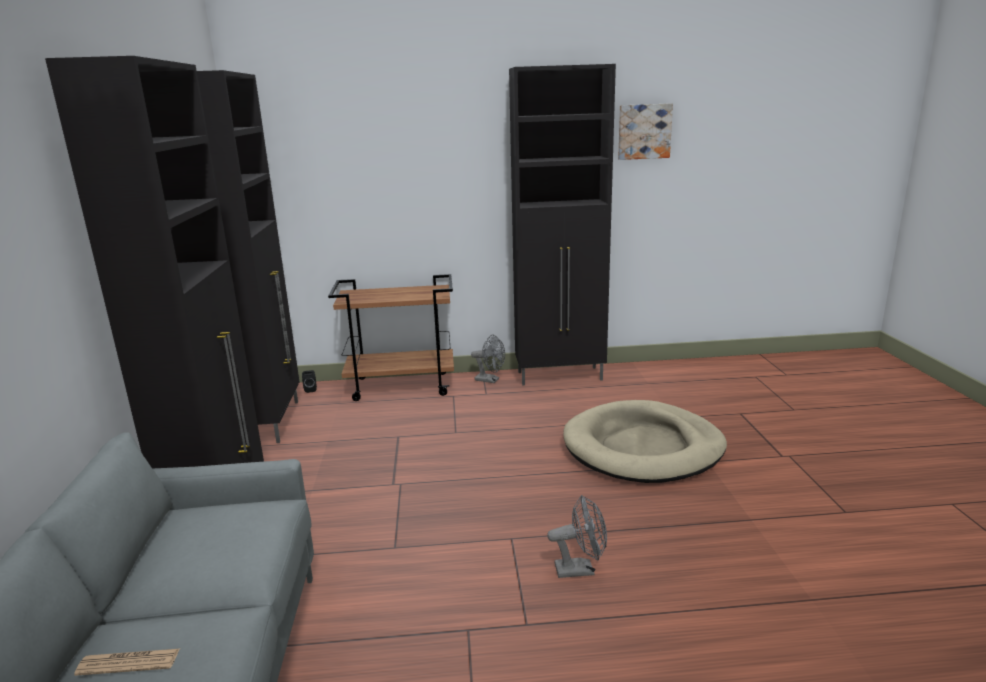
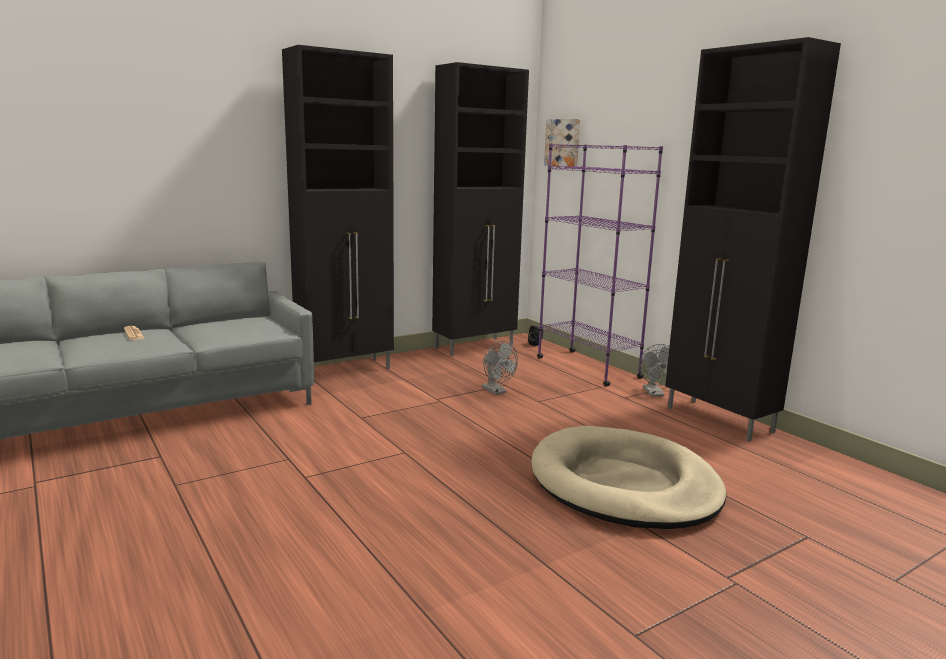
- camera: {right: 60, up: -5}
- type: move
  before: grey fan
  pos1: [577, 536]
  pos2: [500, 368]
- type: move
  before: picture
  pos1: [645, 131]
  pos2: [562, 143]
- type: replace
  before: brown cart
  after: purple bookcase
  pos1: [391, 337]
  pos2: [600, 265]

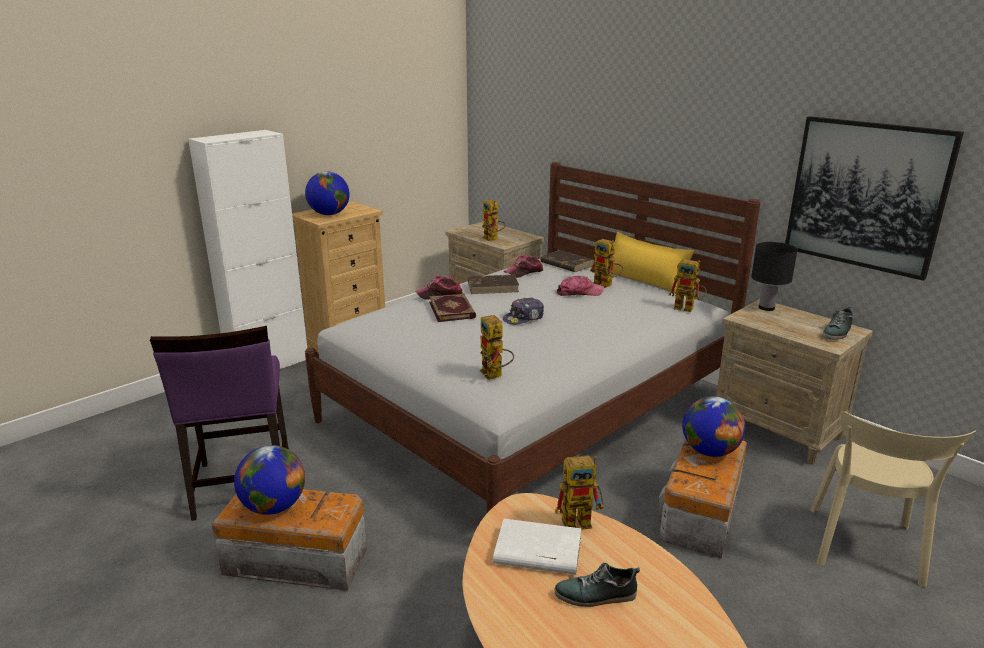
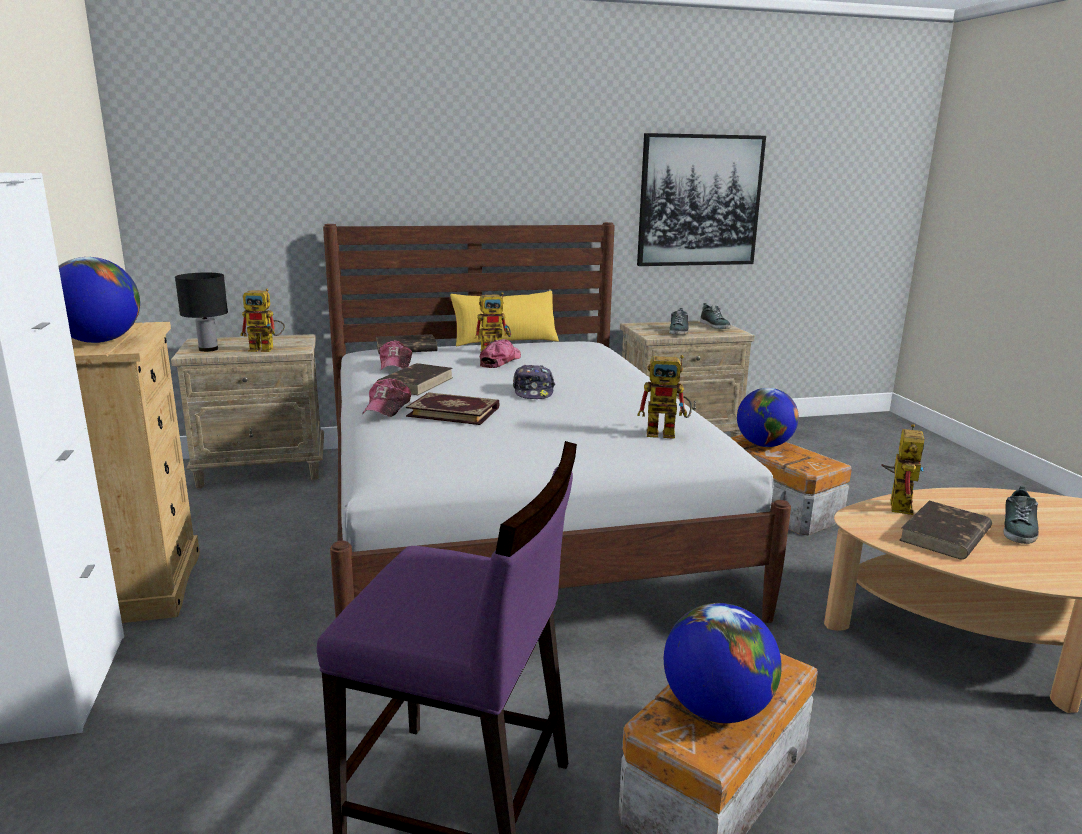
- camera: {right: -60, up: -5}
- type: delete
  before: toy robot
  pos1: [688, 285]
- type: delete
  before: beige chair
  pos1: [893, 499]
- type: insert
  after: shoe
  pos2: [678, 321]
- type: move
  before: black table lamp
  pos1: [774, 276]
  pos2: [201, 312]
- type: recolor
  before: white book
  after: brown book
  pos1: [537, 547]
  pos2: [945, 530]

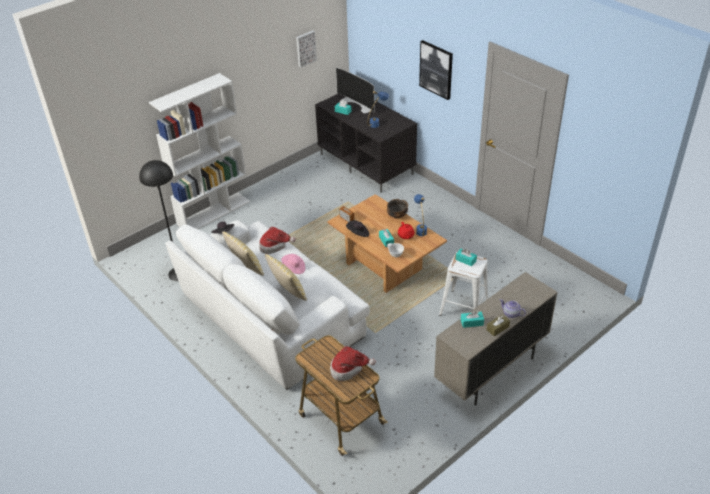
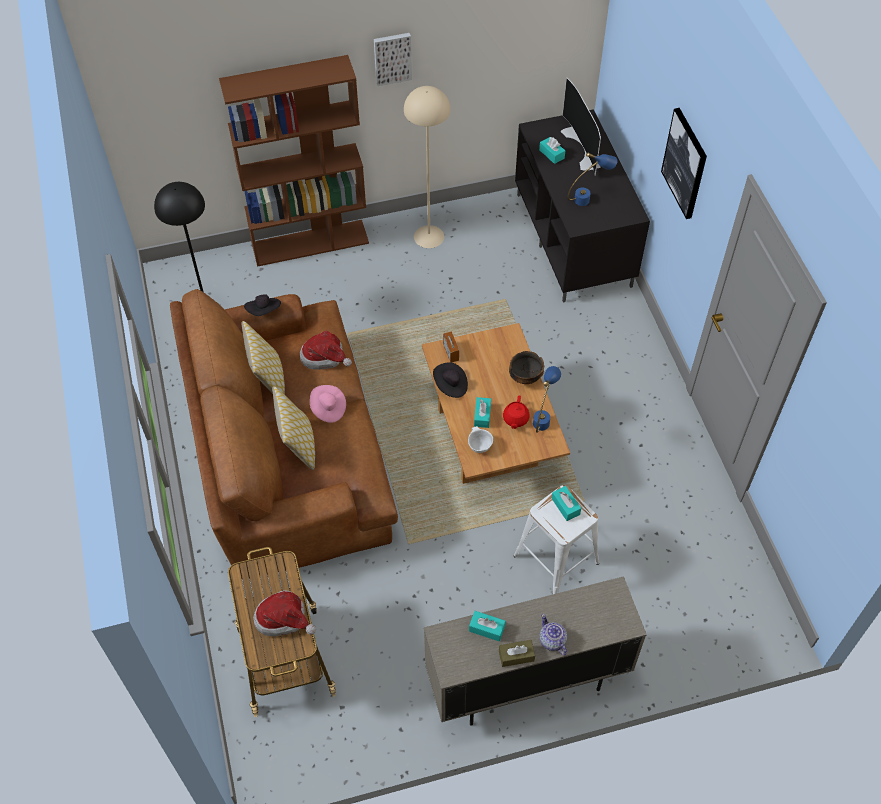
- camera: {right: 25, up: 15}
- type: insert
  after: beige floor lamp
  pos2: [427, 167]
- type: move
  before: picture
  pos1: [306, 49]
  pos2: [393, 59]
- type: recolor
  before: white bookcase
  after: brown bookcase
  pos1: [199, 151]
  pos2: [294, 161]
- type: recolor
  before: white sofa
  after: brown sofa
  pos1: [267, 305]
  pos2: [284, 434]

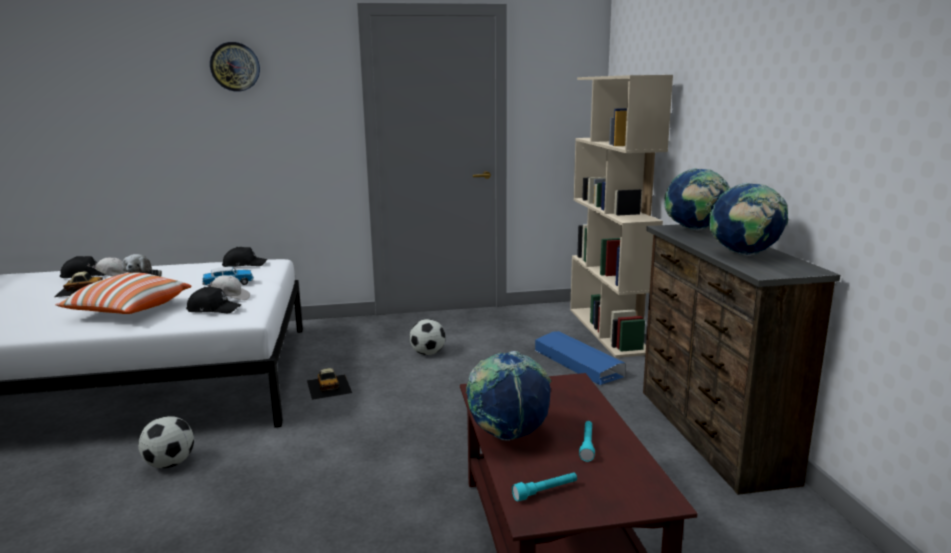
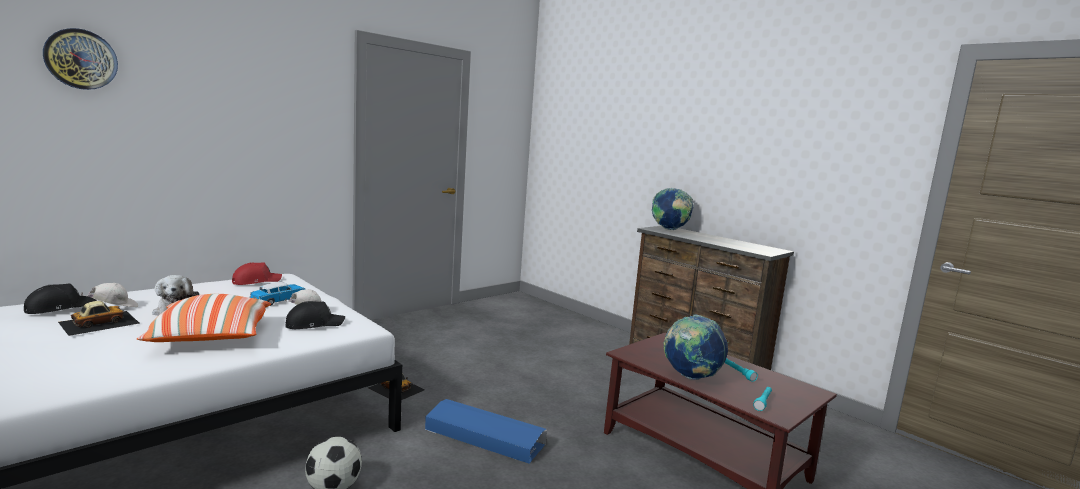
- camera: {right: -35, up: -5}
- type: delete
  before: football
  pos1: [427, 337]
- type: delete
  before: beige bookcase
  pos1: [621, 216]
- type: delete
  before: globe
  pos1: [748, 219]
- type: move
  before: wall clock
  pos1: [235, 67]
  pos2: [80, 59]
- type: move
  before: blue storage box
  pos1: [580, 358]
  pos2: [486, 431]
- type: recolor
  before: black cap
  after: red cap
  pos1: [244, 257]
  pos2: [257, 274]

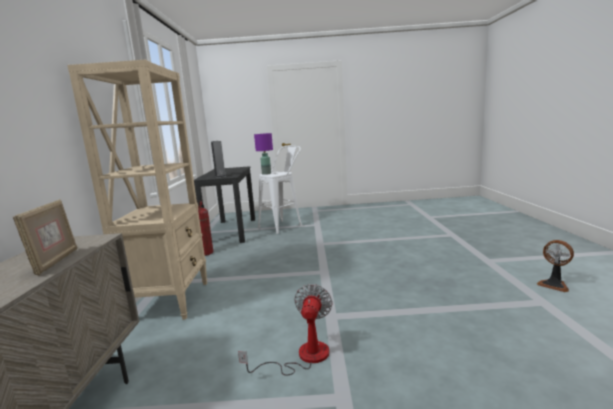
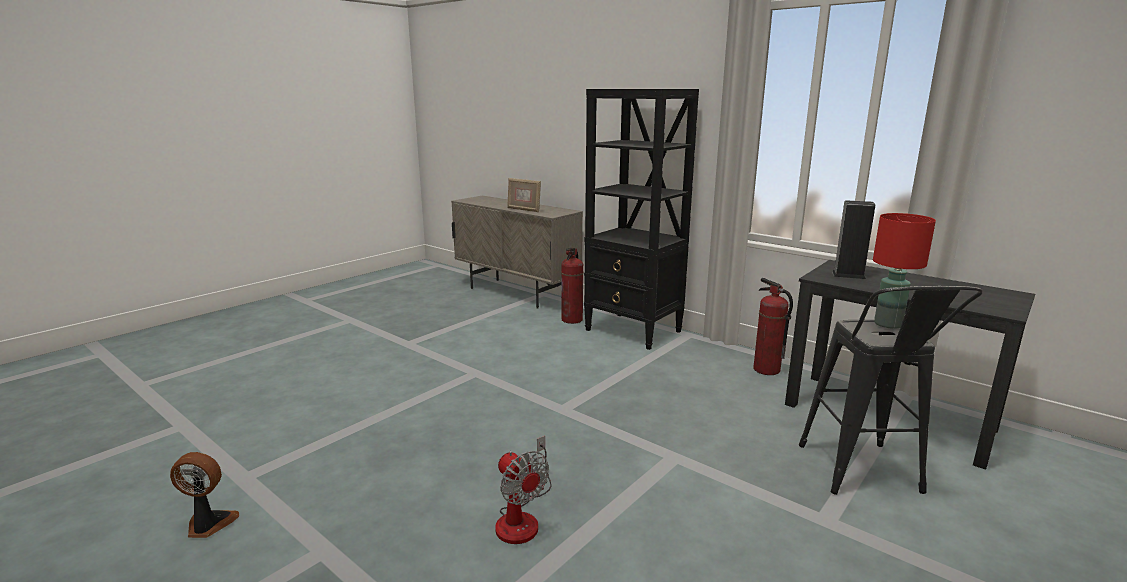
- camera: {right: 130, up: 5}
- type: insert
  after: fire extinguisher
  pos2: [572, 286]
- type: move
  before: fan
  pos1: [285, 330]
  pos2: [523, 490]
- type: recolor
  before: beige bookcase
  after: black bookcase
  pos1: [137, 190]
  pos2: [641, 219]
- type: recolor
  before: purple table lamp
  after: red table lamp
  pos1: [263, 154]
  pos2: [904, 271]
- type: recolor
  before: white stool
  after: black stool
  pos1: [280, 190]
  pos2: [891, 390]

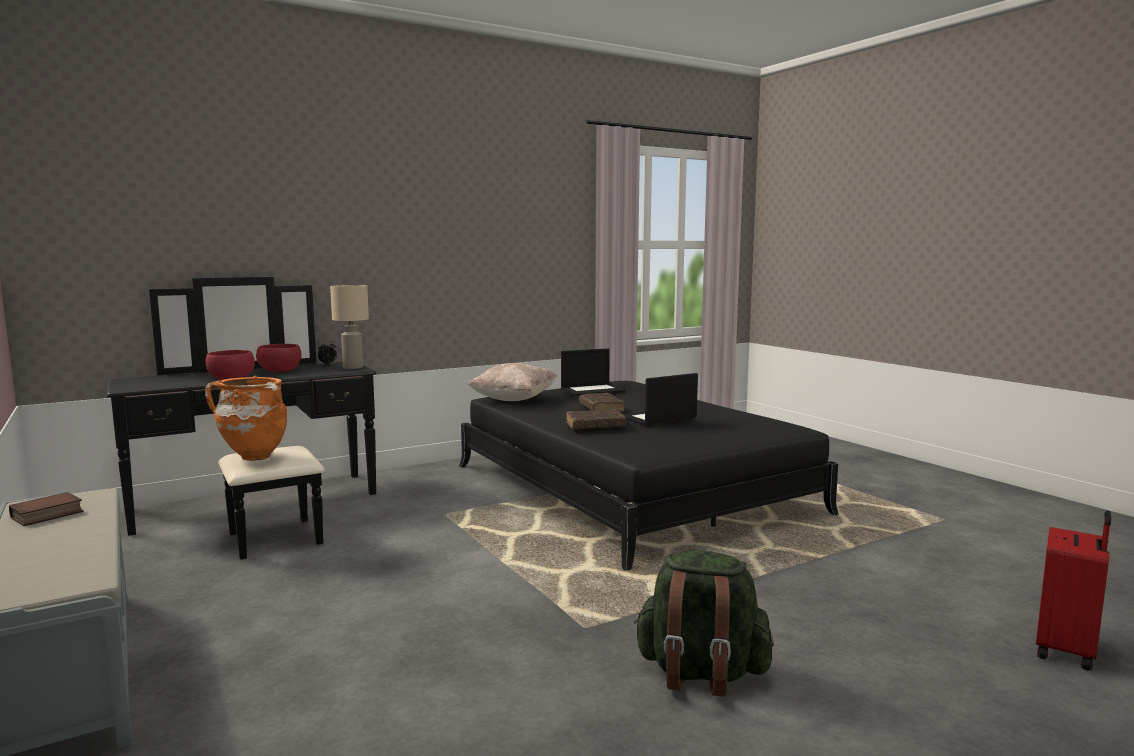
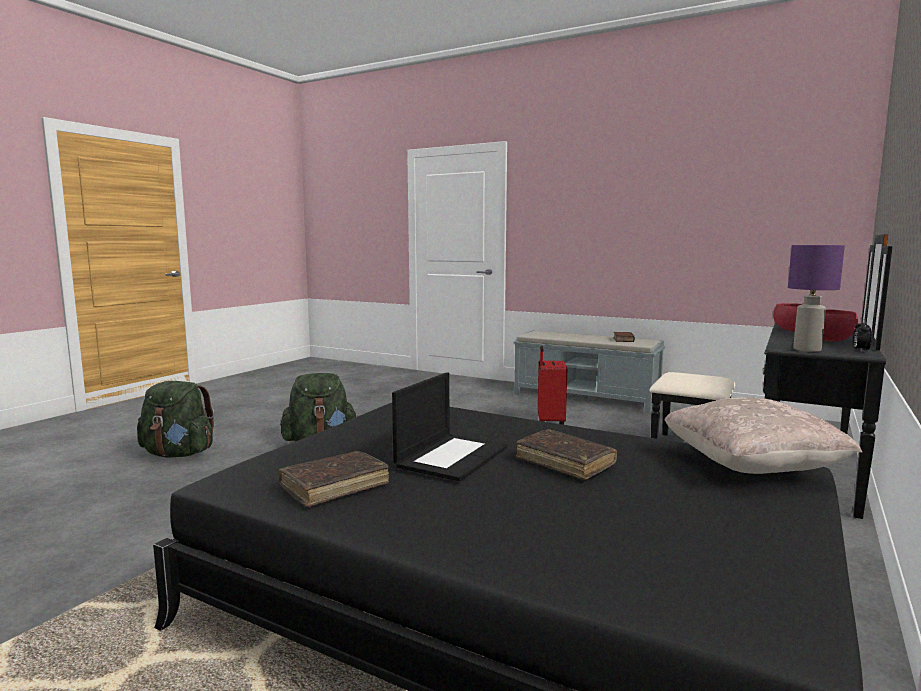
- camera: {right: 150, up: 0}
- type: delete
  before: orange vase
  pos1: [246, 418]
- type: delete
  before: laptop
  pos1: [593, 372]
- type: insert
  after: green backpack
  pos2: [175, 419]
- type: move
  before: brown book
  pos1: [595, 419]
  pos2: [333, 479]
- type: move
  before: red suitcase
  pos1: [1073, 591]
  pos2: [552, 385]
- type: recolor
  before: beige table lamp
  after: purple table lamp
  pos1: [349, 327]
  pos2: [816, 298]

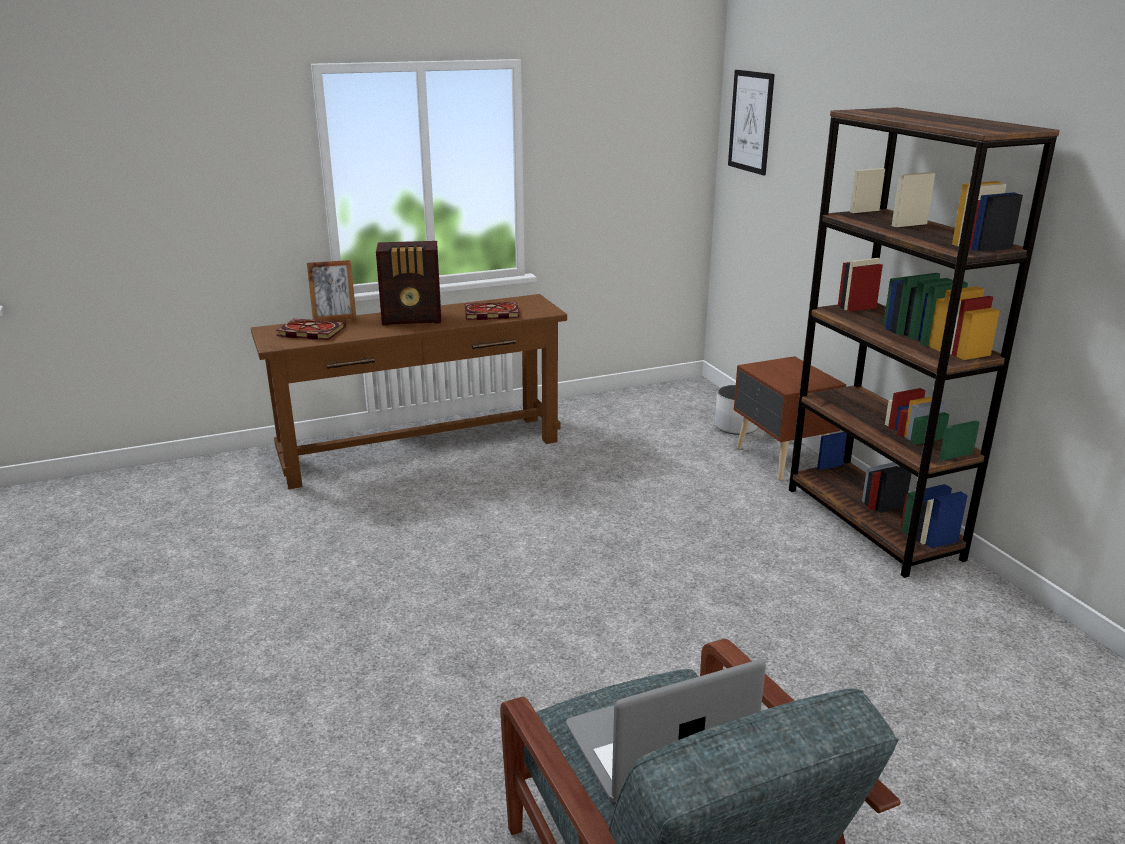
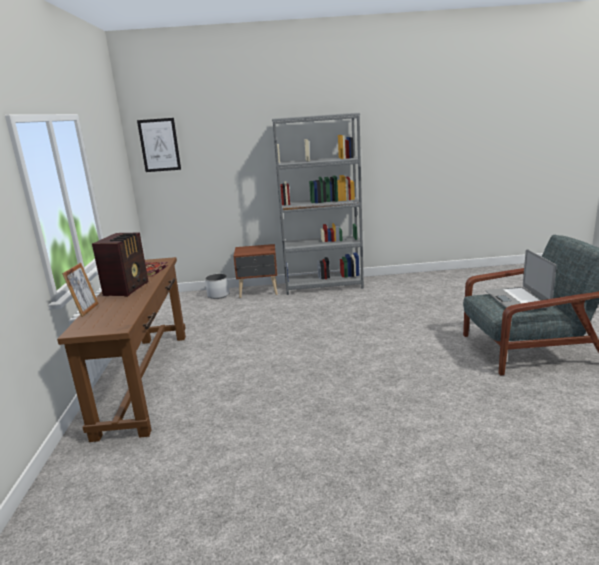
- camera: {right: -70, up: -5}
- type: delete
  before: book
  pos1: [311, 329]
- type: recolor
  before: brown bookcase
  after: grey bookcase
  pos1: [924, 342]
  pos2: [318, 204]

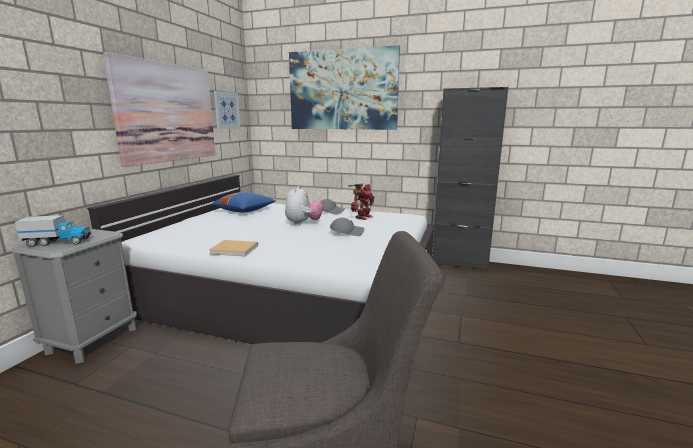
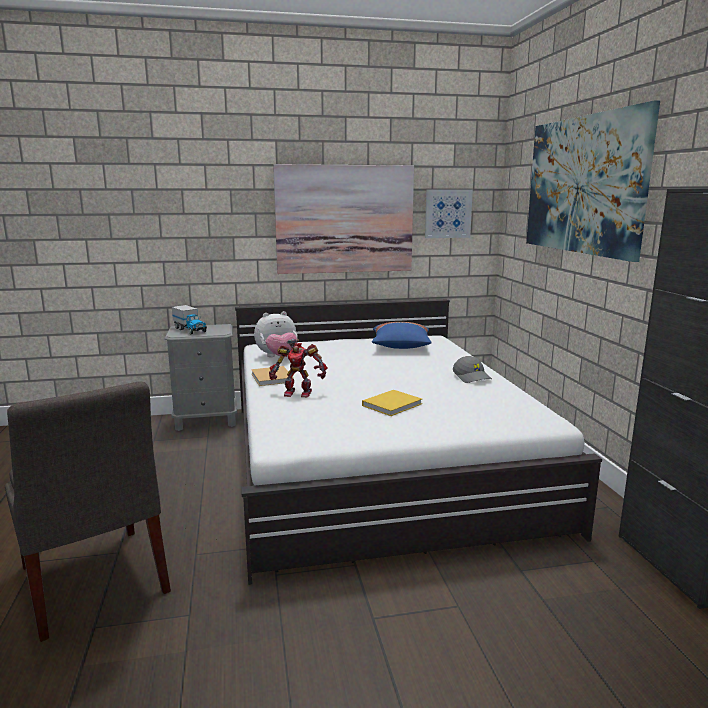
- camera: {right: 60, up: 0}
- type: move
  before: plush toy
  pos1: [304, 206]
  pos2: [276, 334]
- type: move
  before: toy robot
  pos1: [362, 202]
  pos2: [298, 368]
- type: replace
  before: grey cap
  after: yellow book
  pos1: [347, 227]
  pos2: [392, 403]

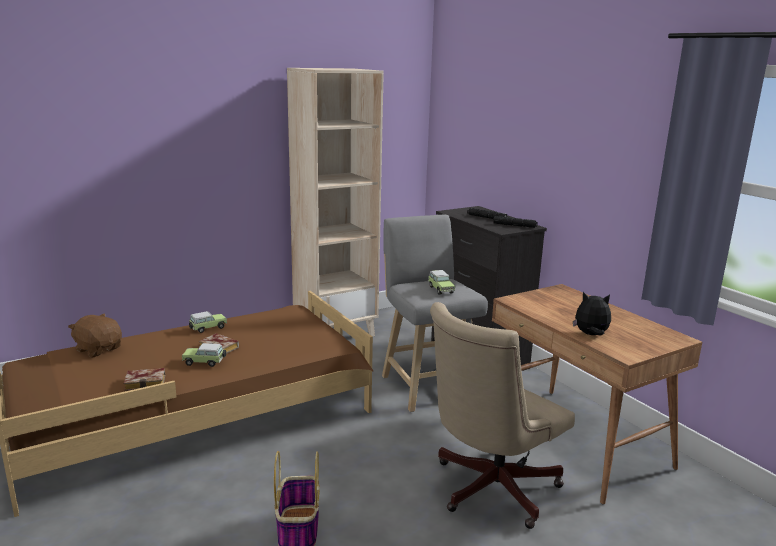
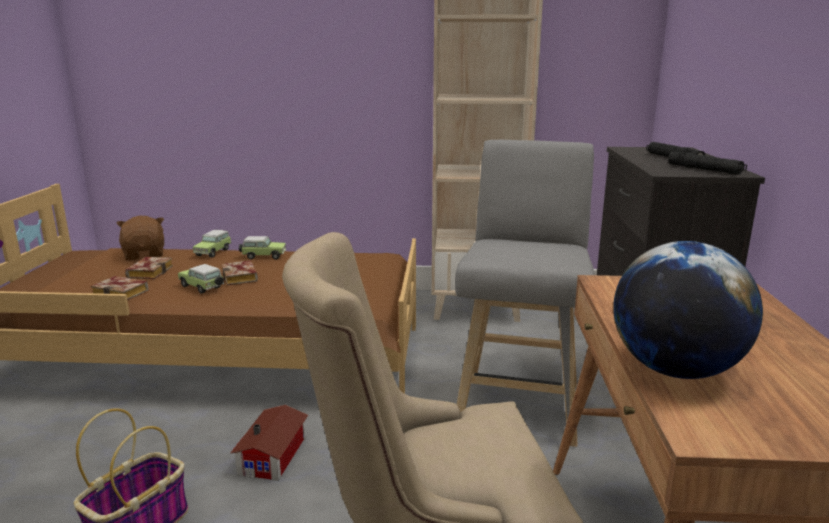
- camera: {right: 35, up: 0}
- type: insert
  after: book
  pos2: [149, 268]
- type: insert
  after: toy house
  pos2: [269, 443]
- type: move
  before: toy car
  pos1: [441, 282]
  pos2: [212, 244]
- type: replace
  before: plush toy
  after: globe
  pos1: [592, 314]
  pos2: [688, 310]

